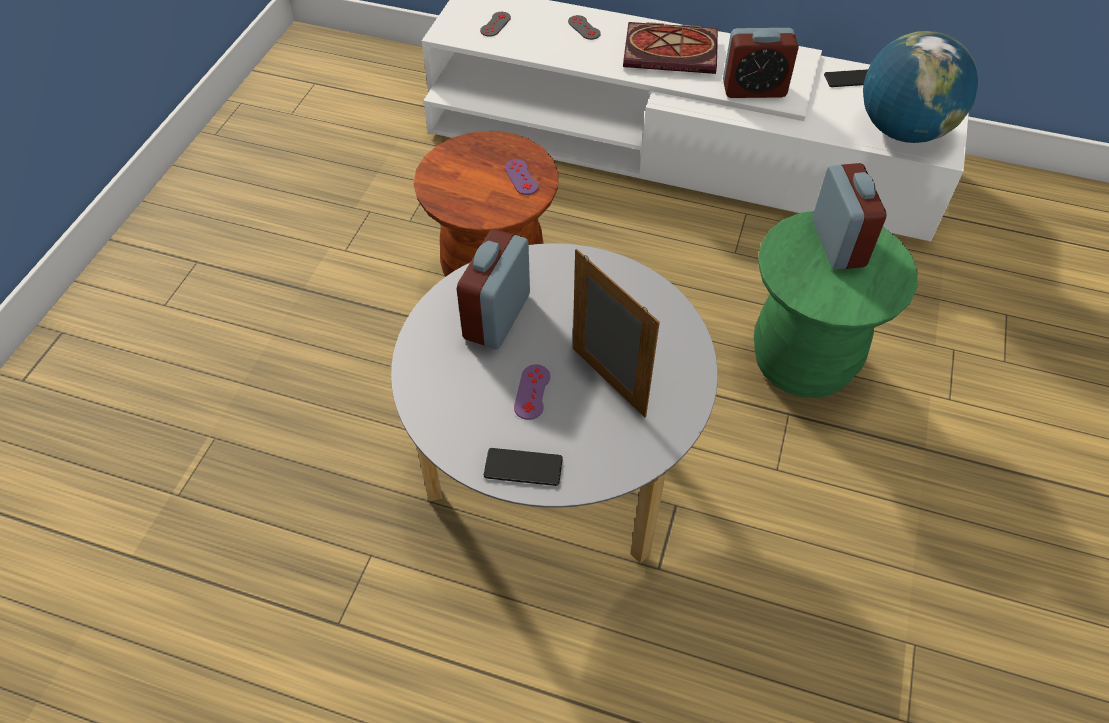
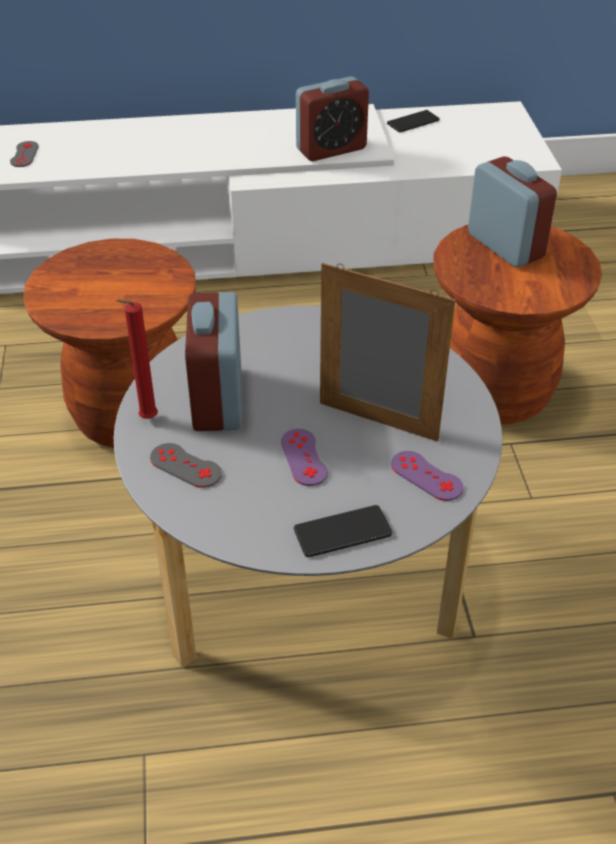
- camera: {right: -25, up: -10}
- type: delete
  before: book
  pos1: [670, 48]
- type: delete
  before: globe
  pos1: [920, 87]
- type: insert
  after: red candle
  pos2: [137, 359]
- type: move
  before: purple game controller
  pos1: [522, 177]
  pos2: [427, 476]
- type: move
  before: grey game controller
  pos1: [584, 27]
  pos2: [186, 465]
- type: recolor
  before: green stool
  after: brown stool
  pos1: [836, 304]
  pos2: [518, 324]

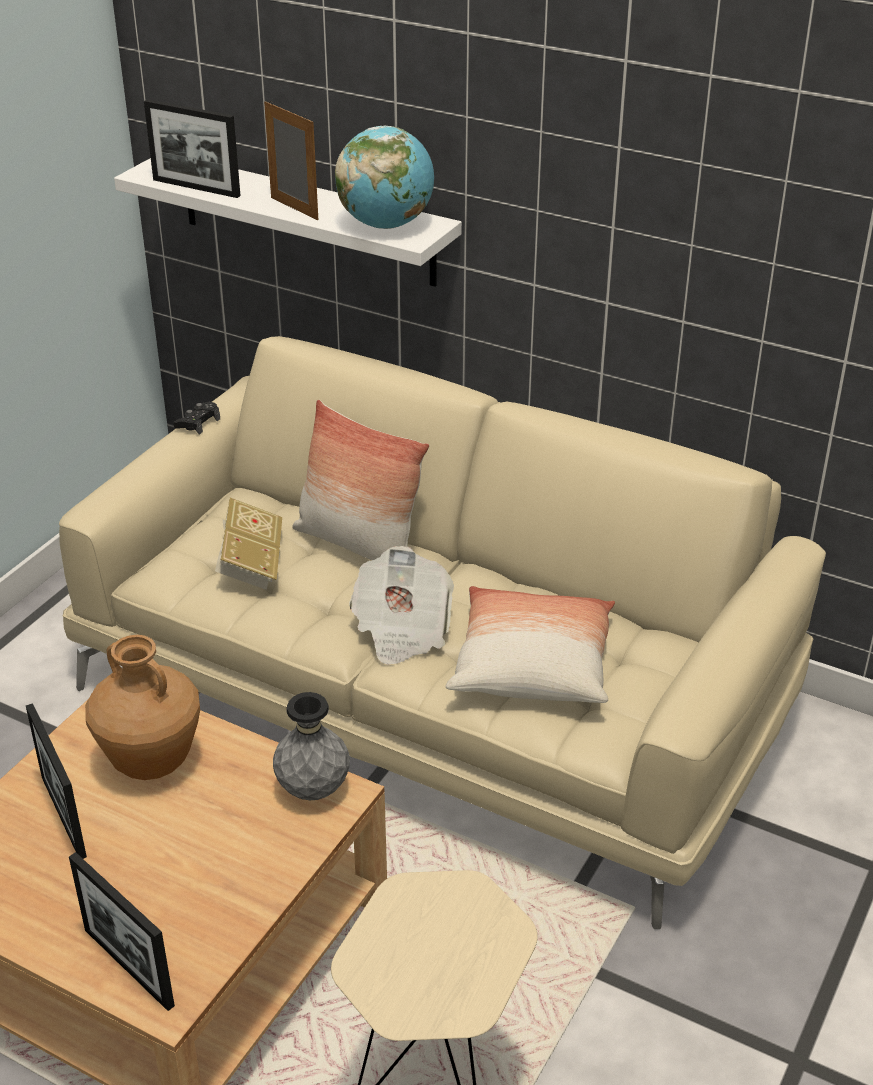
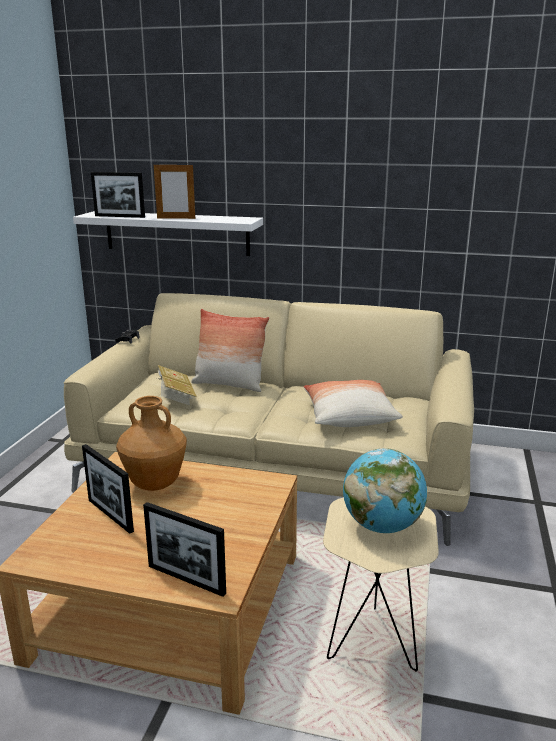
- camera: {right: -15, up: -15}
- type: delete
  before: grey vase
  pos1: [311, 746]
- type: delete
  before: newspaper
  pos1: [401, 605]
- type: move
  before: globe
  pos1: [384, 177]
  pos2: [385, 490]
- type: rotate
  before: picture frame
  pos1: [291, 160]
  pos2: [174, 191]
  turn: 150

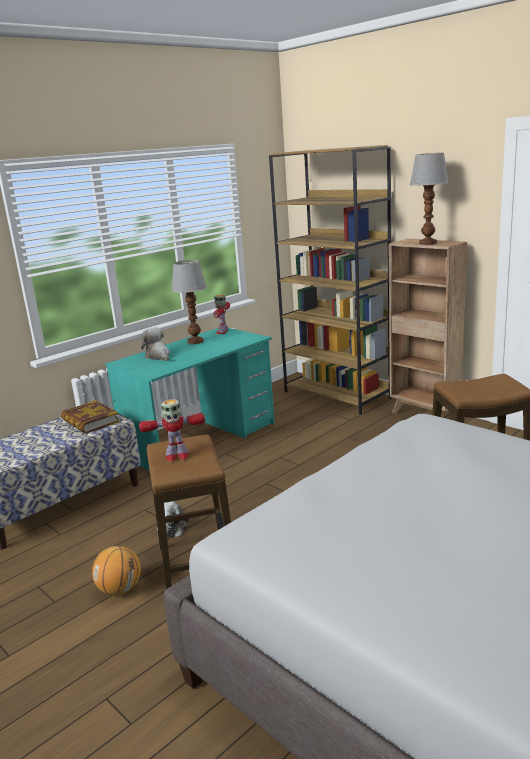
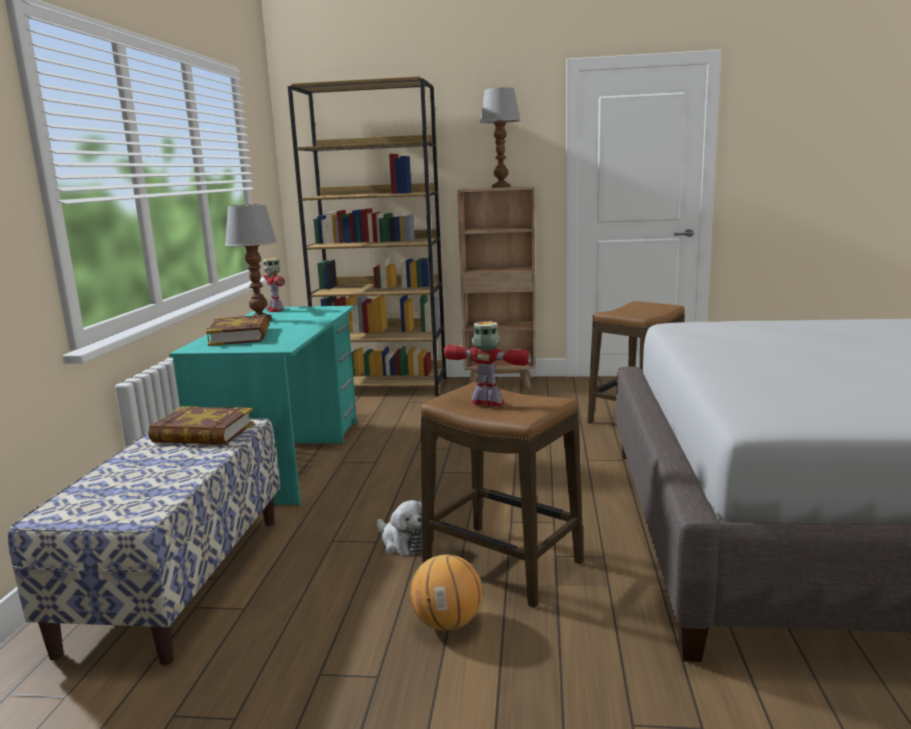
- camera: {right: -40, up: -5}
- type: replace
  before: plush toy
  after: book
  pos1: [155, 344]
  pos2: [238, 330]
- type: rotate
  before: toy robot
  pos1: [172, 430]
  pos2: [487, 364]
  turn: -105

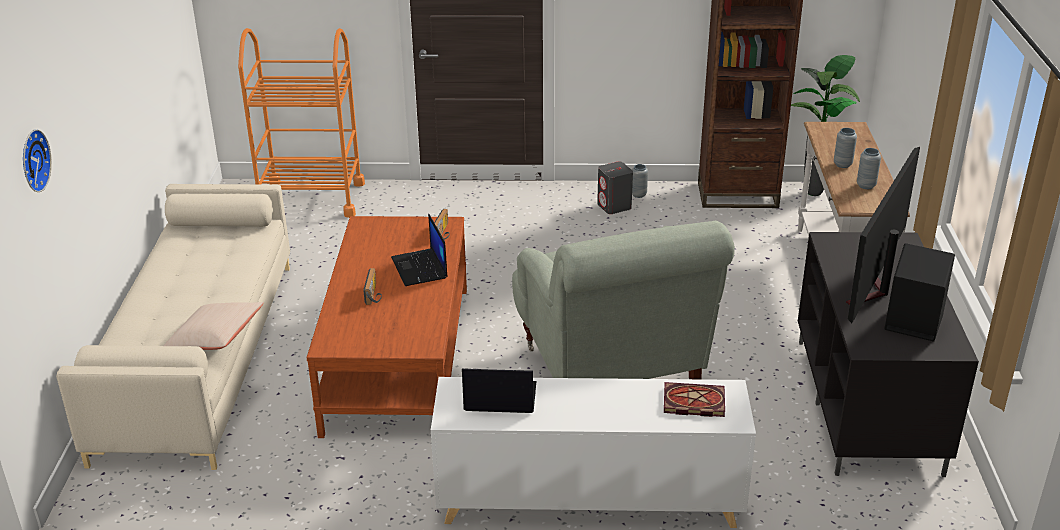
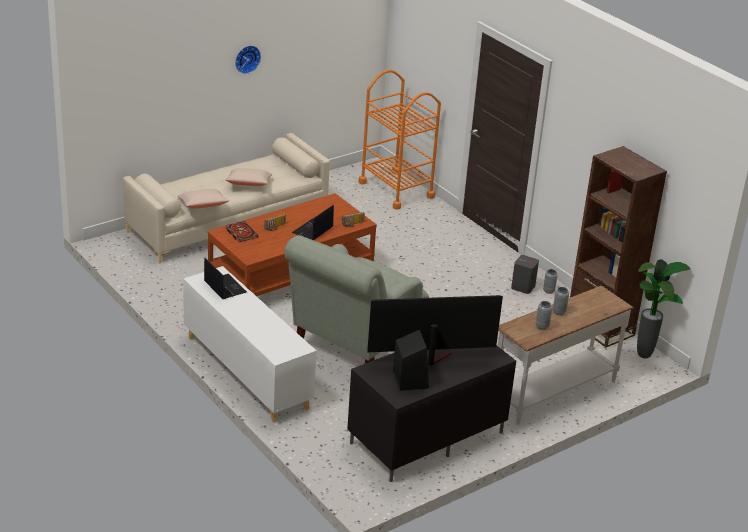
- camera: {right: 50, up: 0}
- type: insert
  after: beige pillow
  pos2: [248, 177]
- type: move
  before: wall clock
  pos1: [37, 160]
  pos2: [248, 59]
- type: move
  before: book
  pos1: [694, 399]
  pos2: [242, 231]

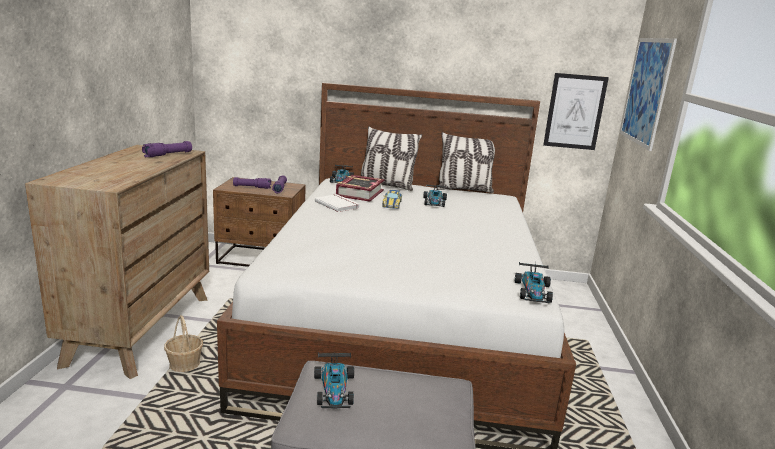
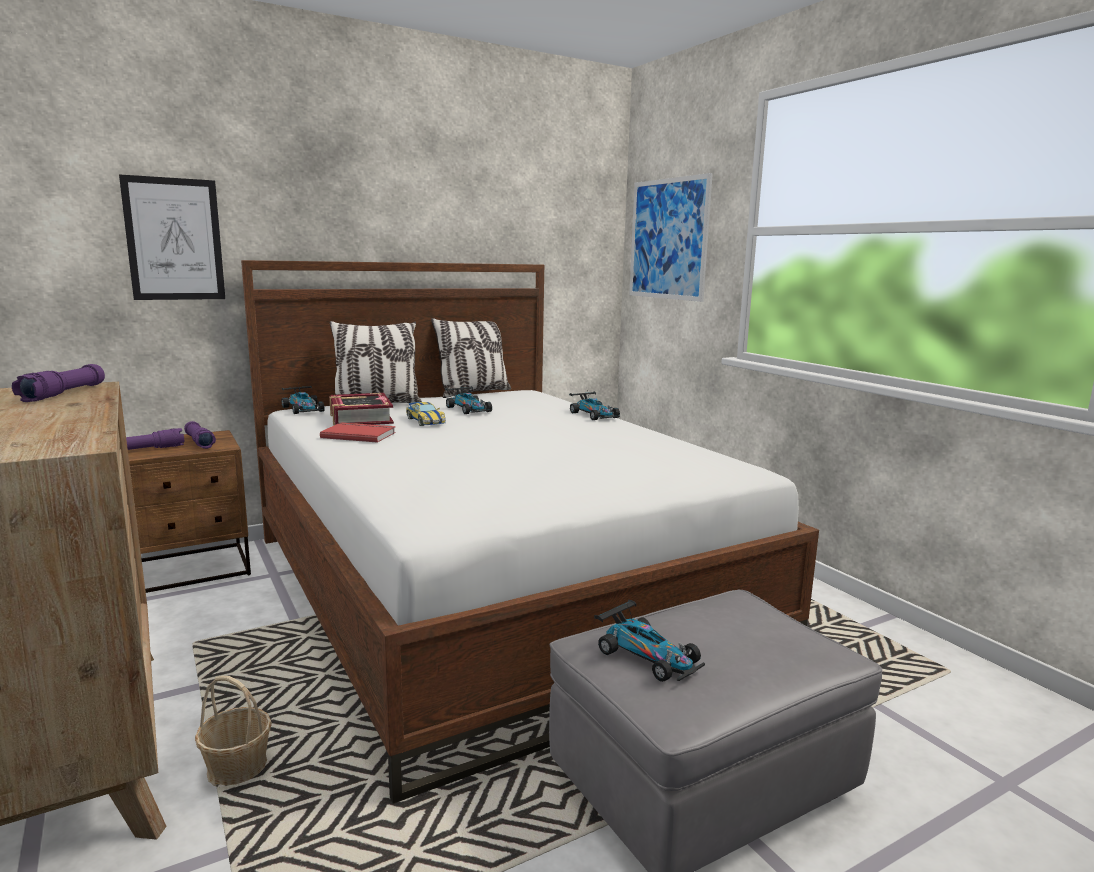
- camera: {right: -35, up: -5}
- type: move
  before: toy car
  pos1: [534, 282]
  pos2: [594, 405]
- type: move
  before: picture
  pos1: [576, 111]
  pos2: [172, 237]
- type: recolor
  before: white book
  after: red book
  pos1: [337, 203]
  pos2: [358, 433]

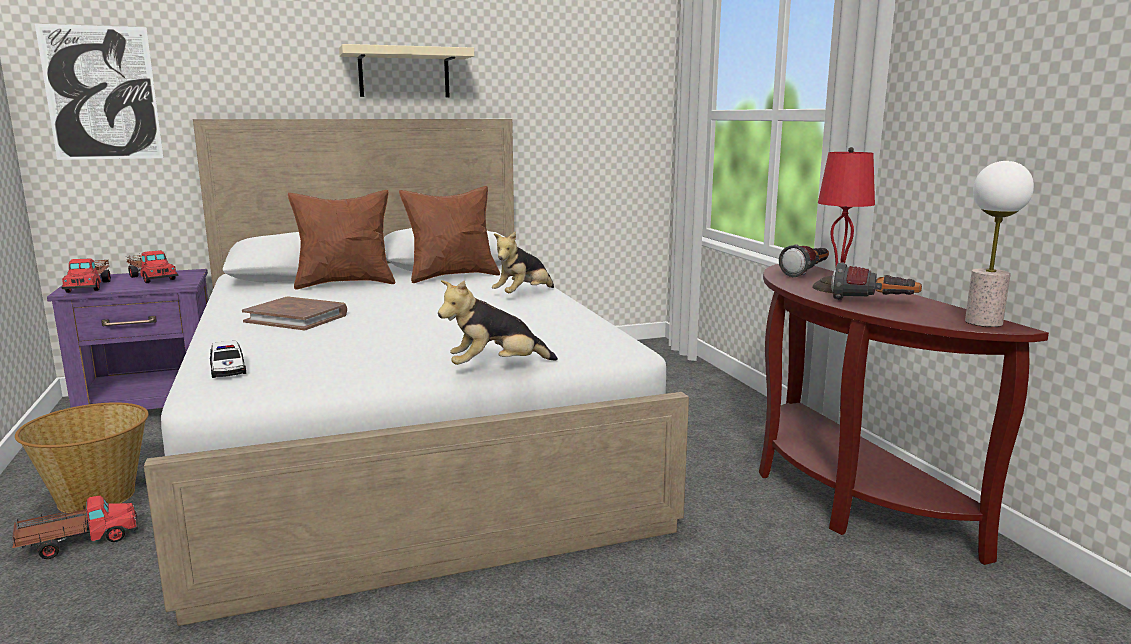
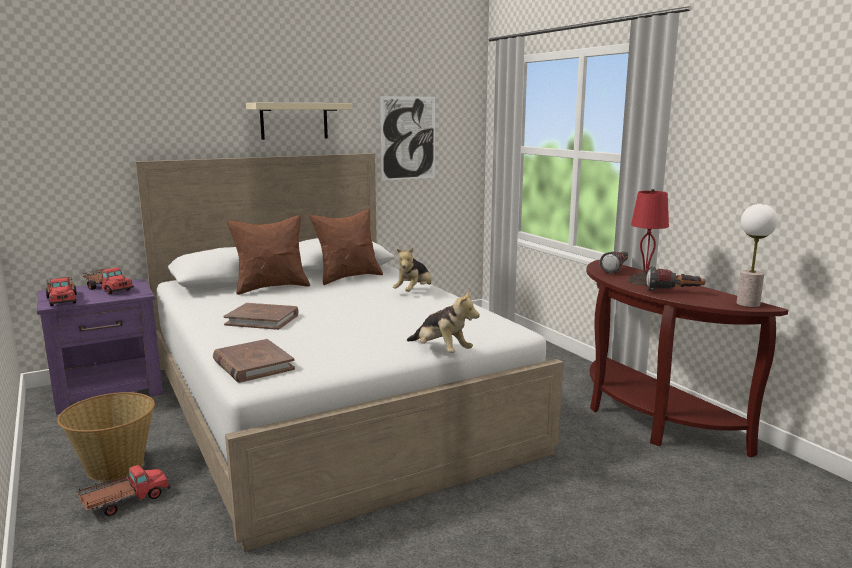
- camera: {right: -10, up: 0}
- type: move
  before: picture
  pos1: [99, 92]
  pos2: [407, 138]
- type: replace
  before: toy car
  after: brown book
  pos1: [228, 359]
  pos2: [254, 361]
- type: rotate
  before: plush toy
  pos1: [498, 322]
  pos2: [443, 321]
  turn: -105

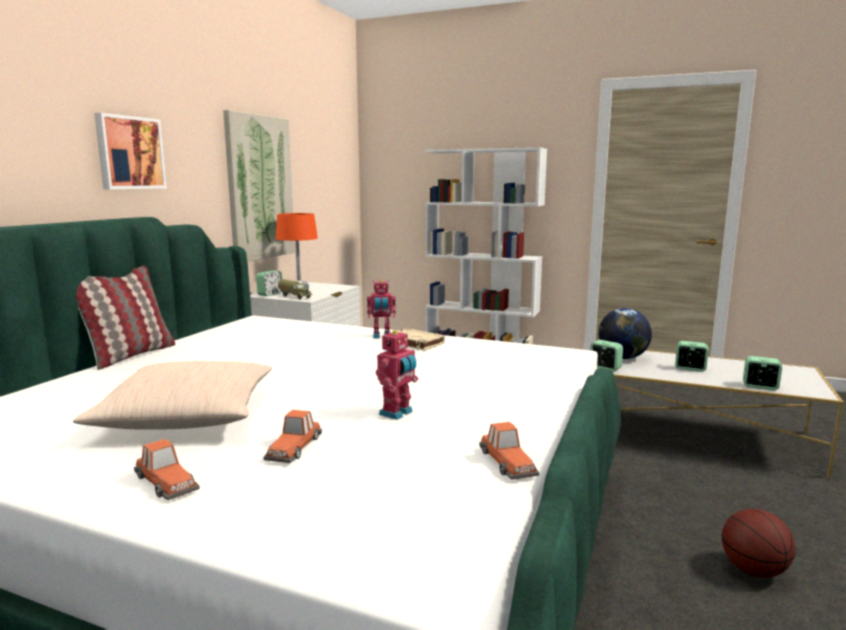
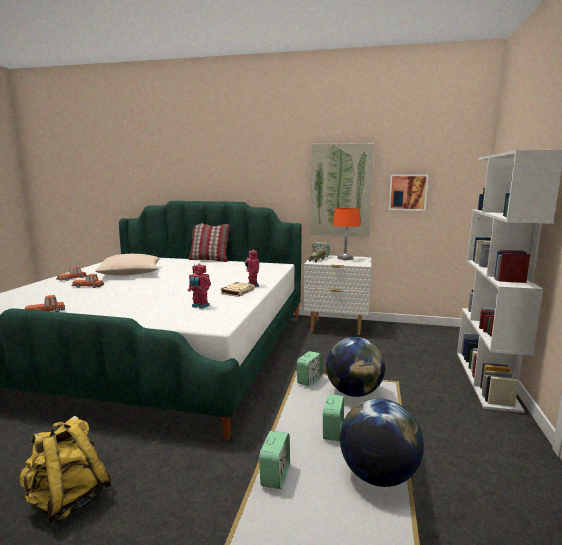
- camera: {right: 80, up: 0}
- type: insert
  after: globe
  pos2: [382, 442]
- type: move
  before: picture
  pos1: [130, 151]
  pos2: [408, 192]
- type: move
  before: toy robot
  pos1: [397, 374]
  pos2: [199, 286]
- type: replace
  before: basketball
  after: yellow backpack
  pos1: [758, 543]
  pos2: [65, 470]

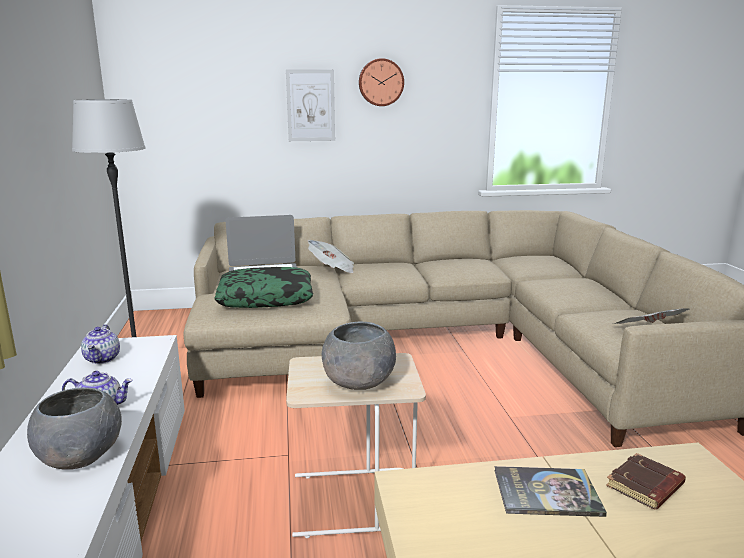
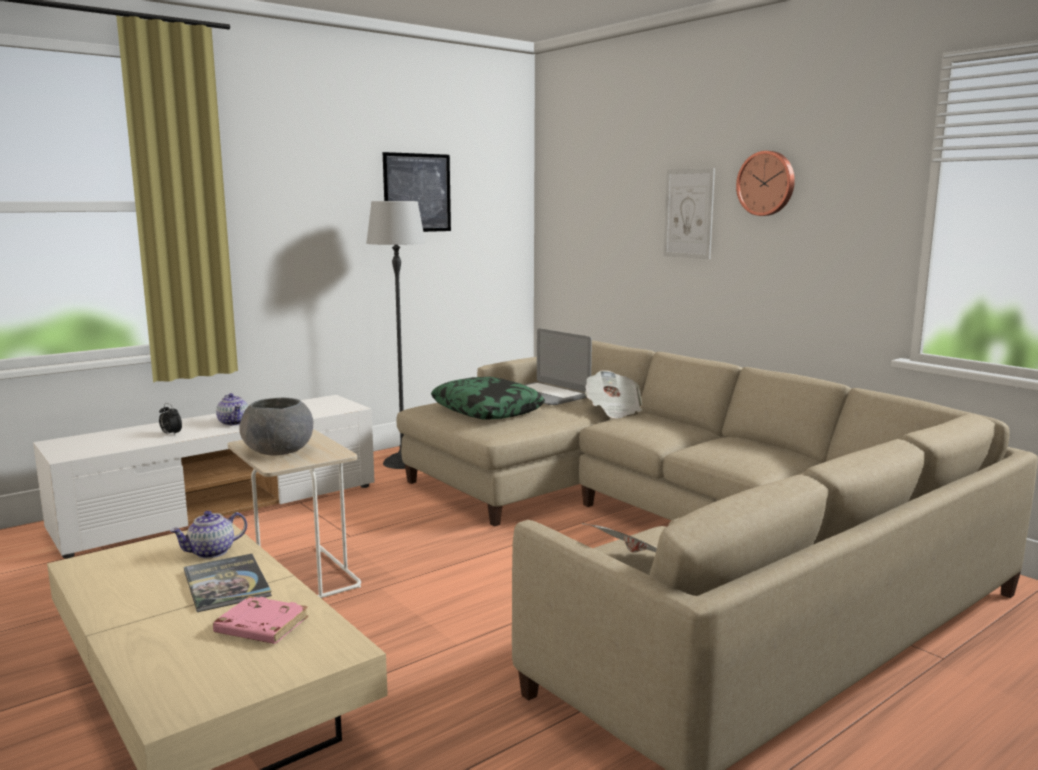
- camera: {right: 60, up: -5}
- type: insert
  after: picture
  pos2: [417, 192]
- type: move
  before: teapot
  pos1: [100, 344]
  pos2: [208, 534]
- type: replace
  before: grey bowl
  after: alarm clock
  pos1: [74, 428]
  pos2: [170, 419]
- type: recolor
  before: brown book
  after: pink book
  pos1: [646, 481]
  pos2: [260, 620]

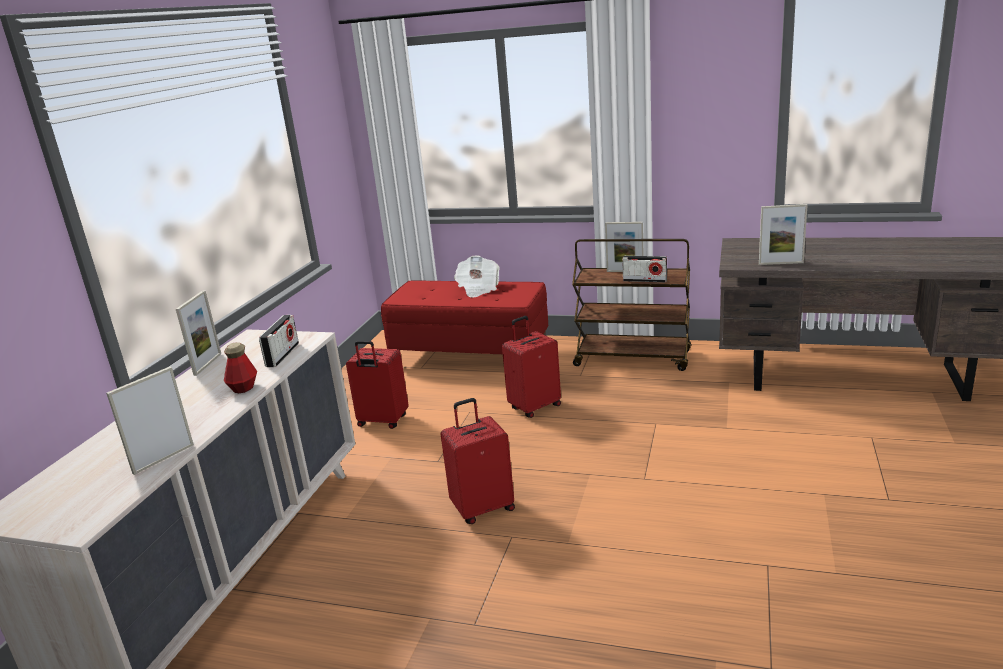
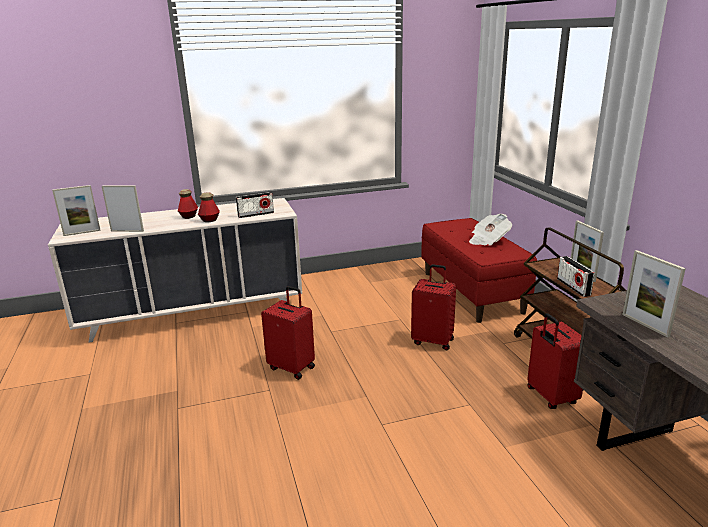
- camera: {right: 55, up: 0}
- type: insert
  after: bottle
  pos2: [188, 204]
- type: move
  before: picture frame
  pos1: [198, 333]
  pos2: [76, 210]
- type: move
  before: red suitcase
  pos1: [377, 385]
  pos2: [555, 361]

